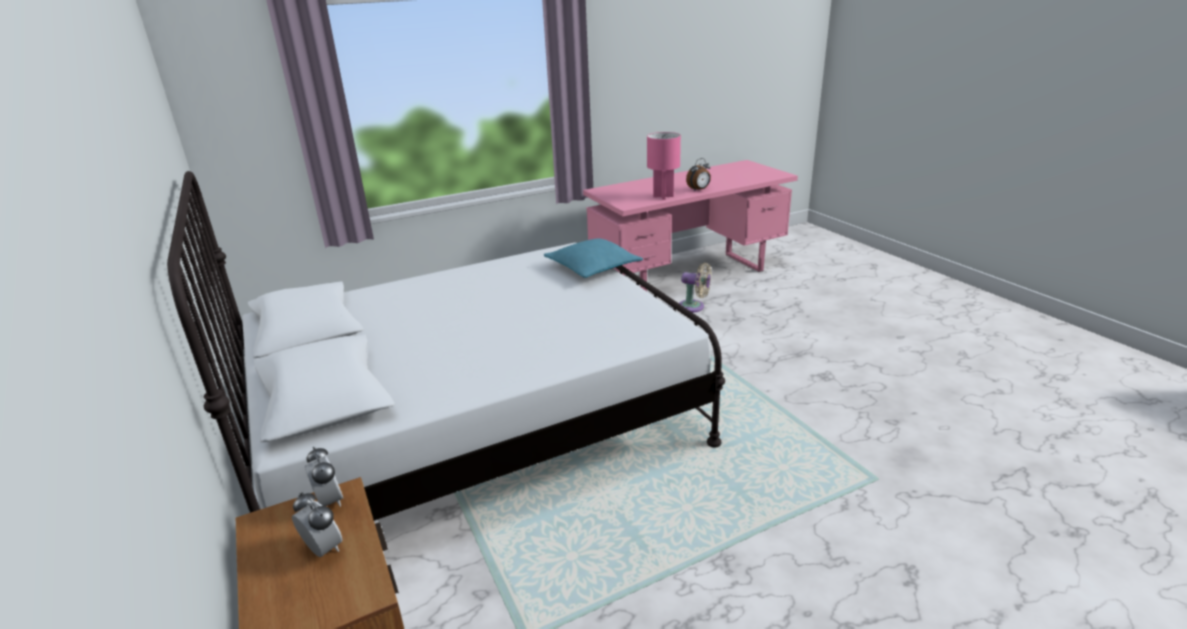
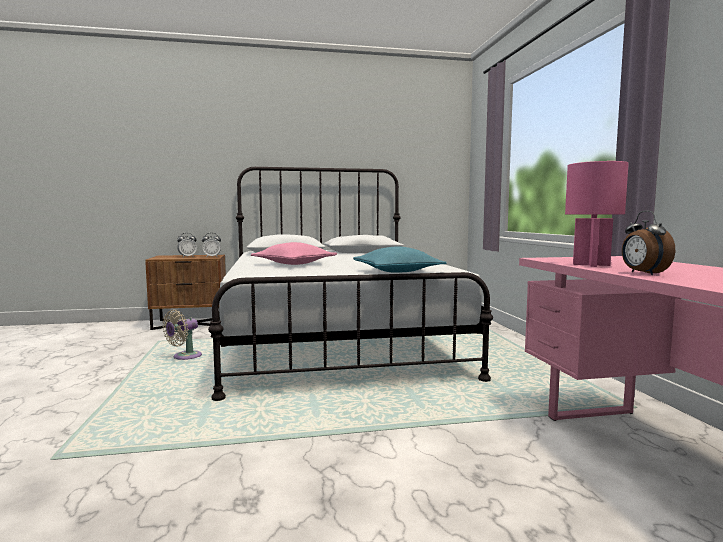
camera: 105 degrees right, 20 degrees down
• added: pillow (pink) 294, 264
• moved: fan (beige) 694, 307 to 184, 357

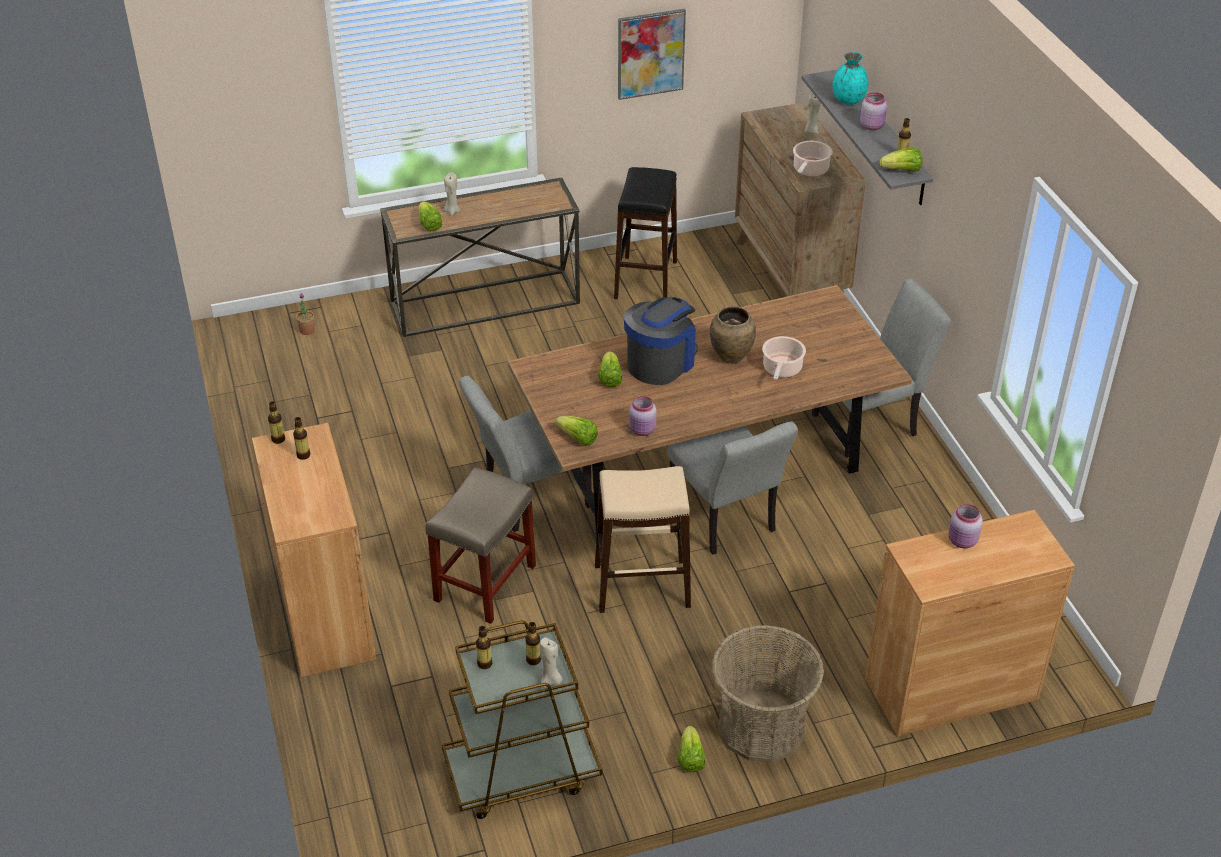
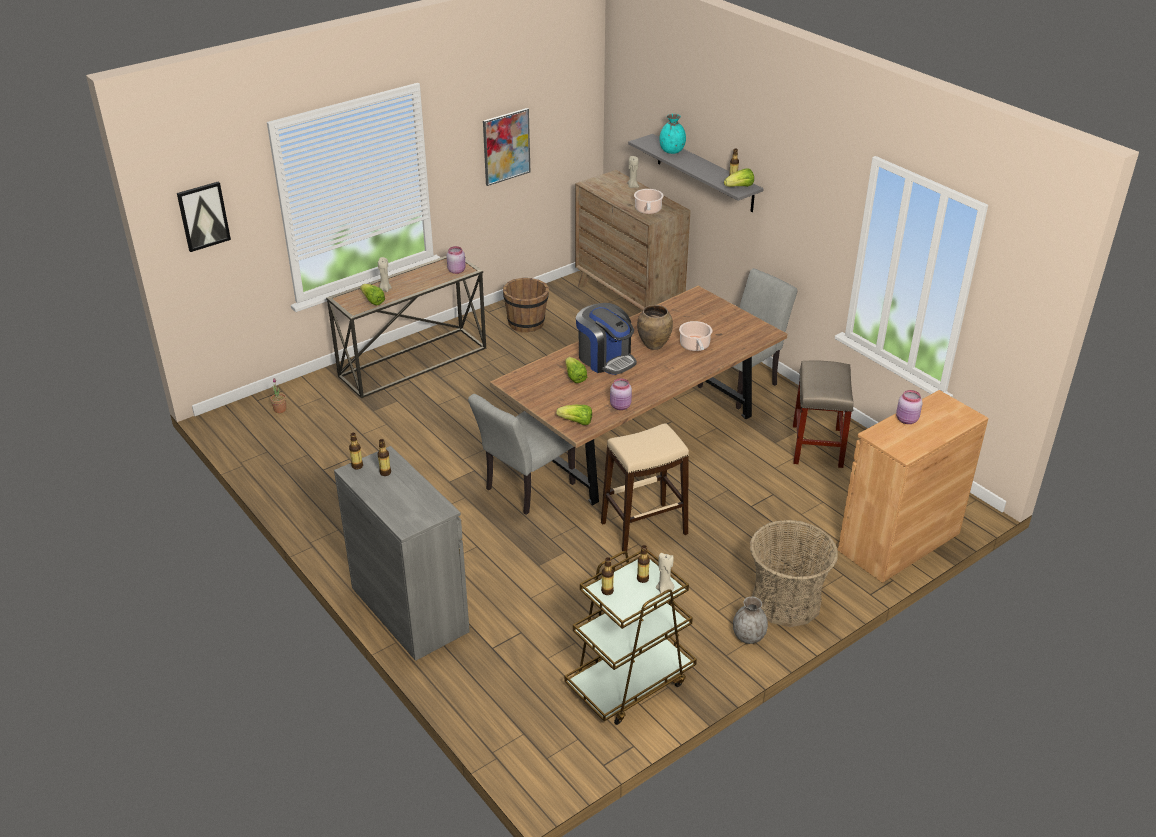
camera: 20 degrees left, 5 degrees down
• removed: chair (grey) 726, 522
• added: picture 203, 216
• moved: stool (beige) 484, 584 to 817, 446
• moved: jar (pink) 872, 126 to 457, 270
• replaced: stool (black) 646, 280 to bucket (brown) 526, 323
• replaced: lettuce 690, 758 to vase (grey) 748, 637
• recoloured: cabinet (brown) 325, 614 to cabinet (grey) 409, 609
• turned: coffee machine 661, 362 = 605, 359 120 degrees clockwise

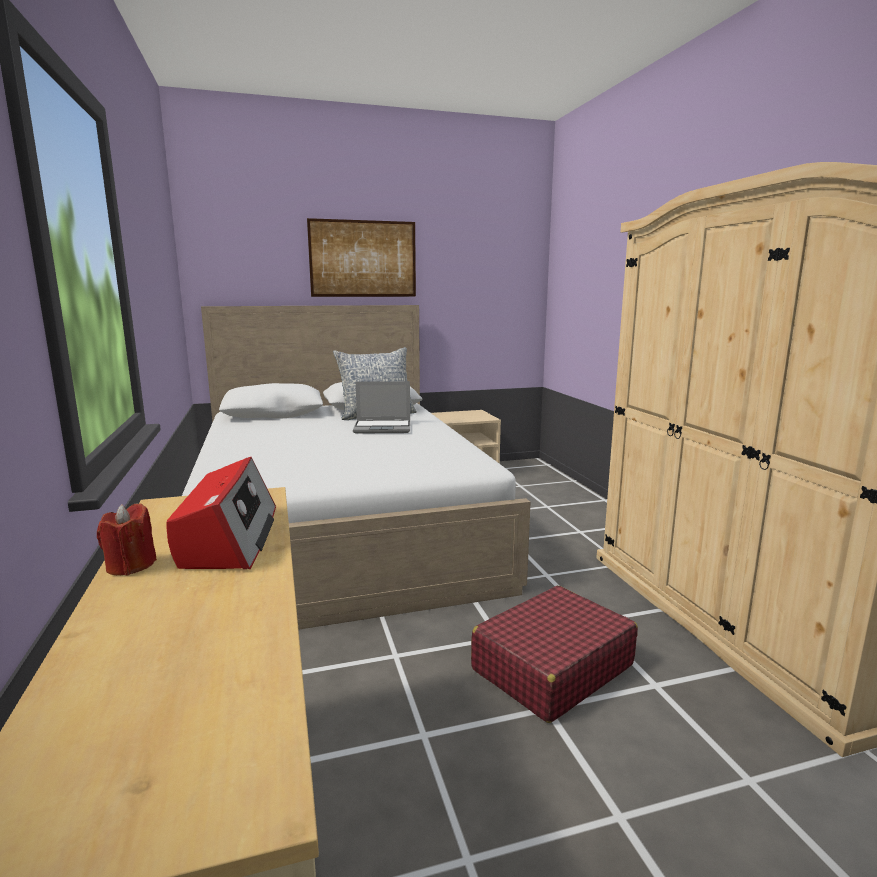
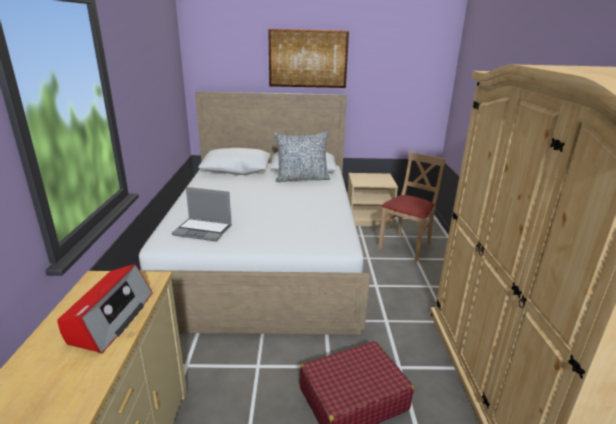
camera: 15 degrees right, 10 degrees up
• removed: candle (red) 131, 565
• added: chair (beige) 406, 247
• moved: laptop 383, 428 to 203, 230

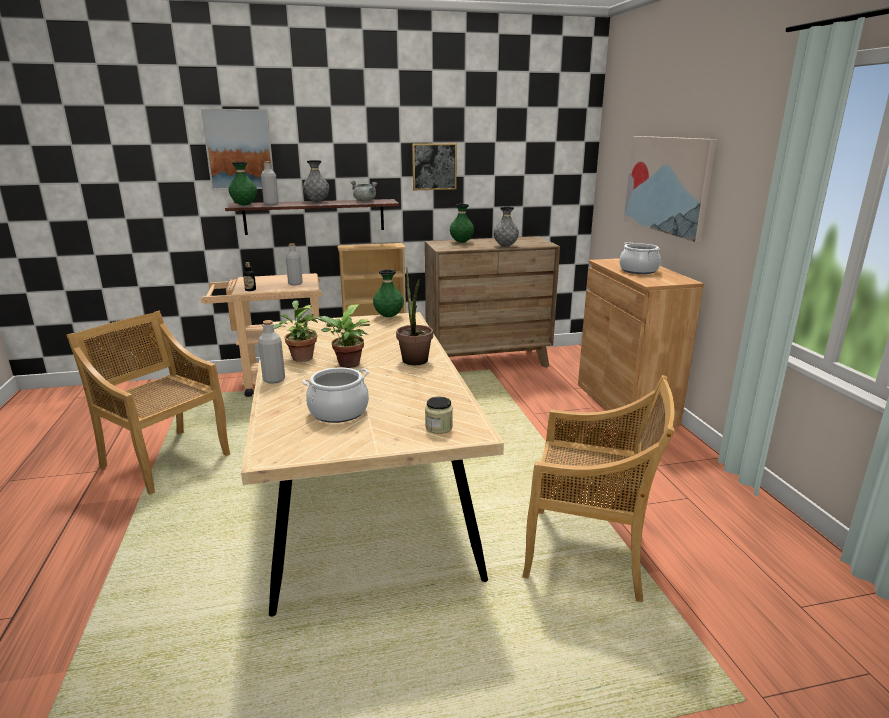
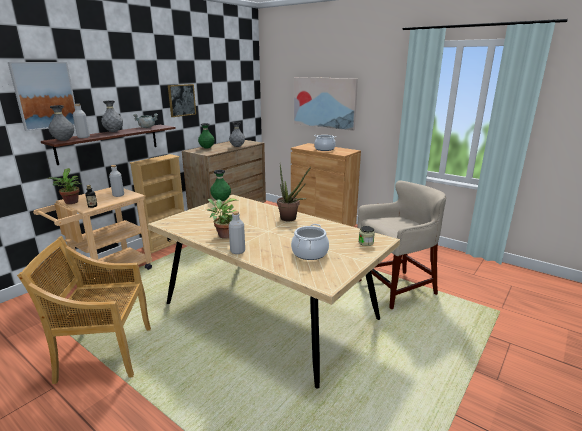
camera: 40 degrees left, 0 degrees up
• moved: potted plant 347, 365 to 71, 203
• replaced: chair (beige) 588, 552 to stool (beige) 396, 288
• recoloured: vase (green) 244, 205 to vase (grey) 64, 140

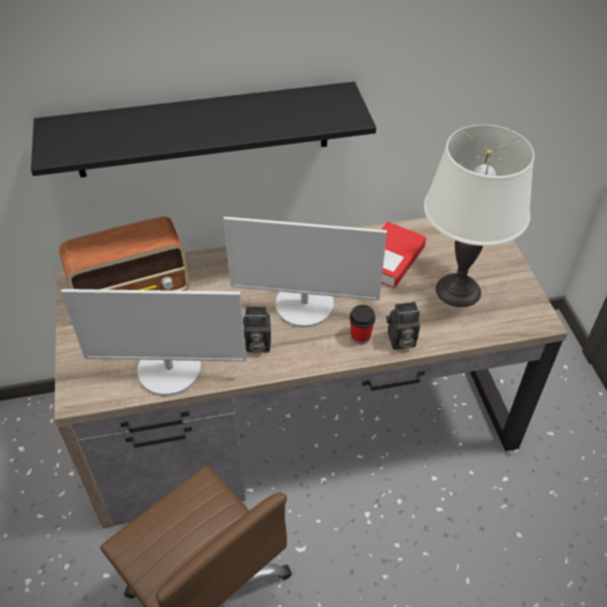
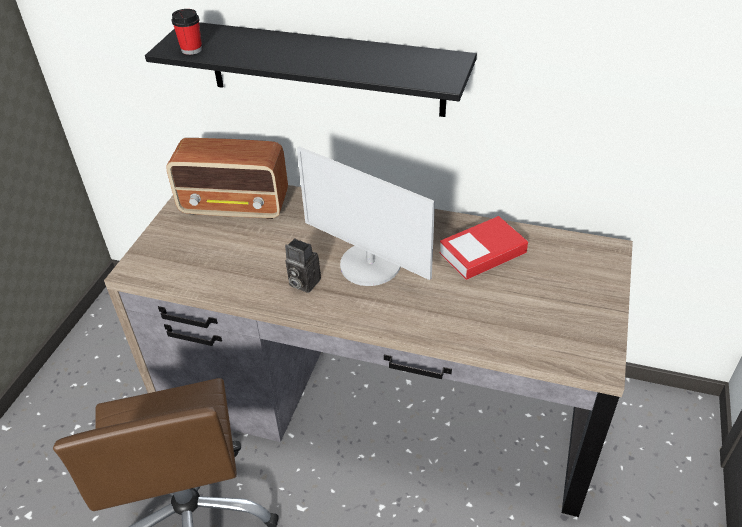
camera: 30 degrees right, 5 degrees down
• removed: monitor 170, 370
• removed: photo camera 400, 341
• removed: table lamp (white) 458, 291
• moved: cup 360, 336 to 191, 49

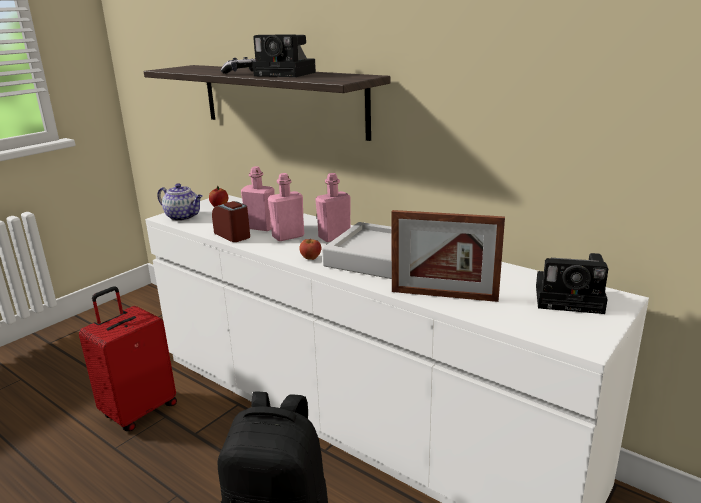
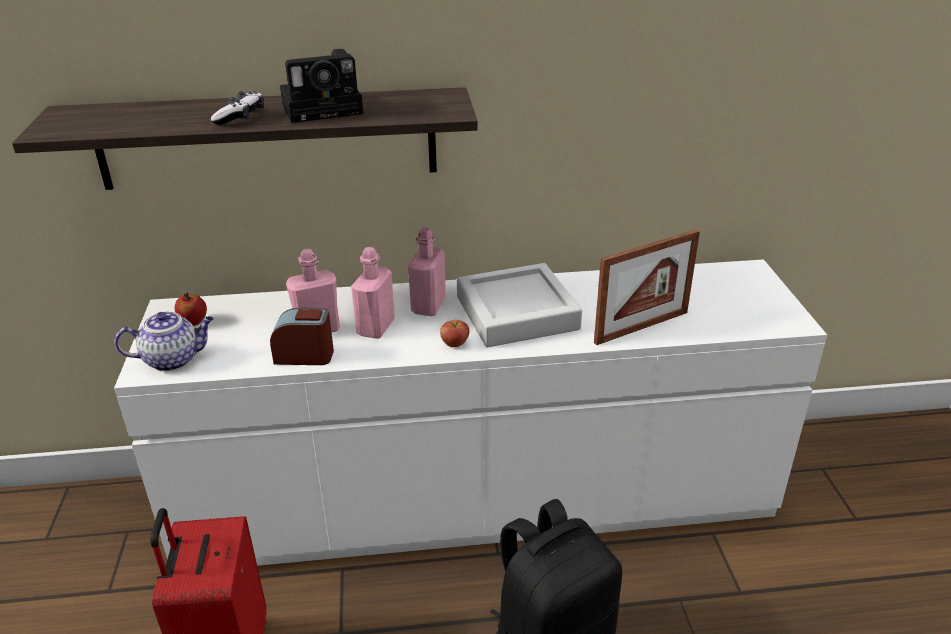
camera: 45 degrees left, 10 degrees up
• removed: photo camera 572, 299

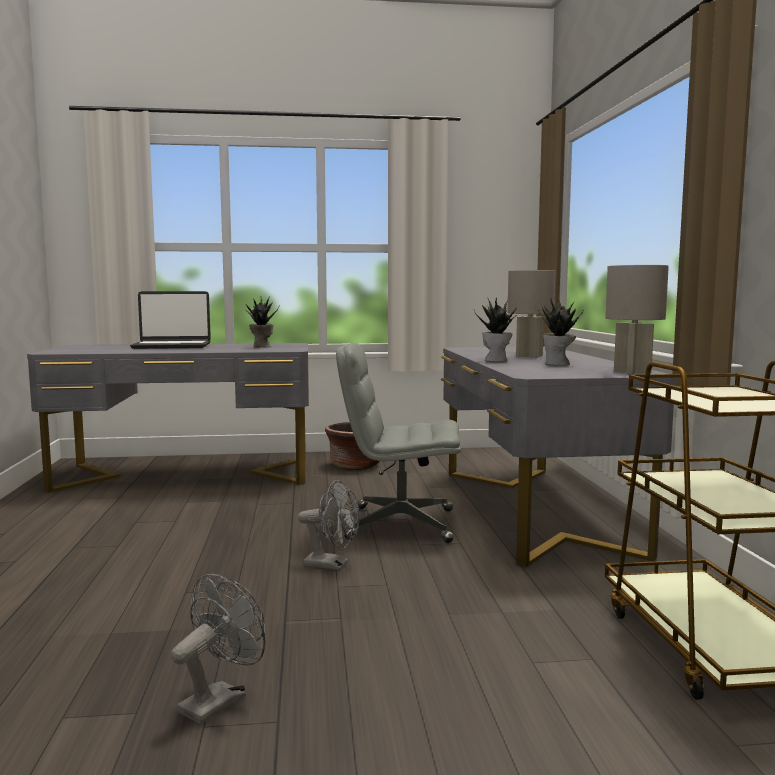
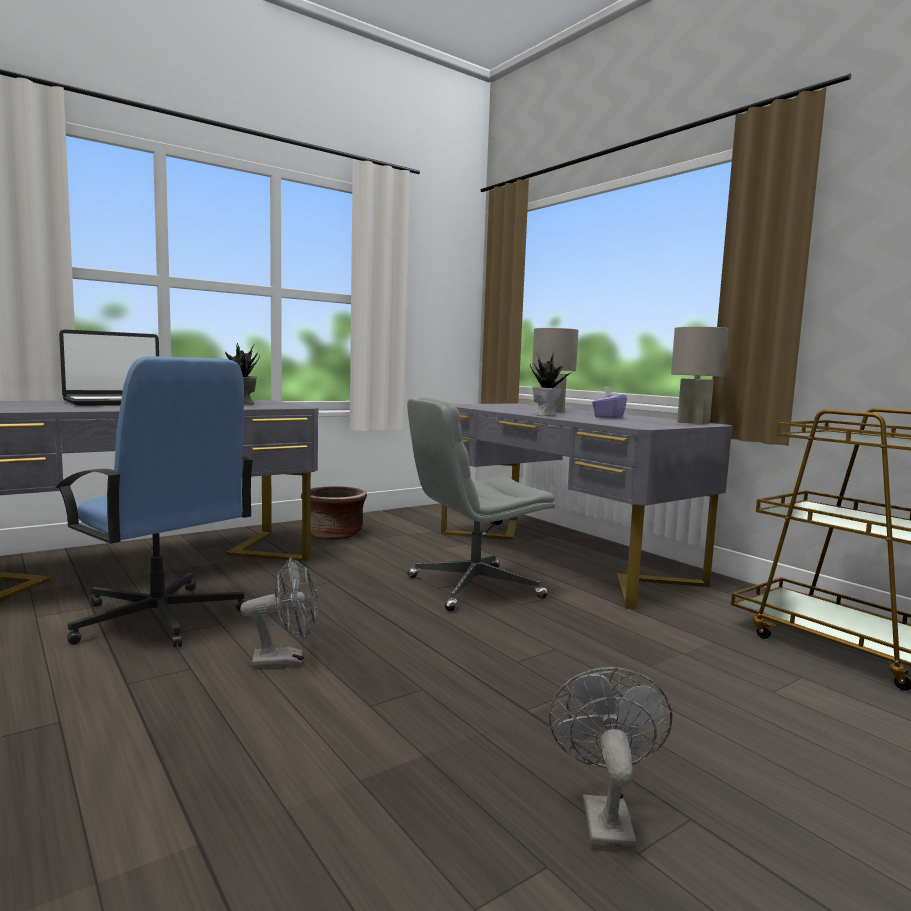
camera: 30 degrees left, 0 degrees up
• added: office chair (blue) 158, 619
• moved: fan (grey) 332, 565 to 287, 660
• replaced: potted plant 558, 364 to tissue box (purple) 608, 417

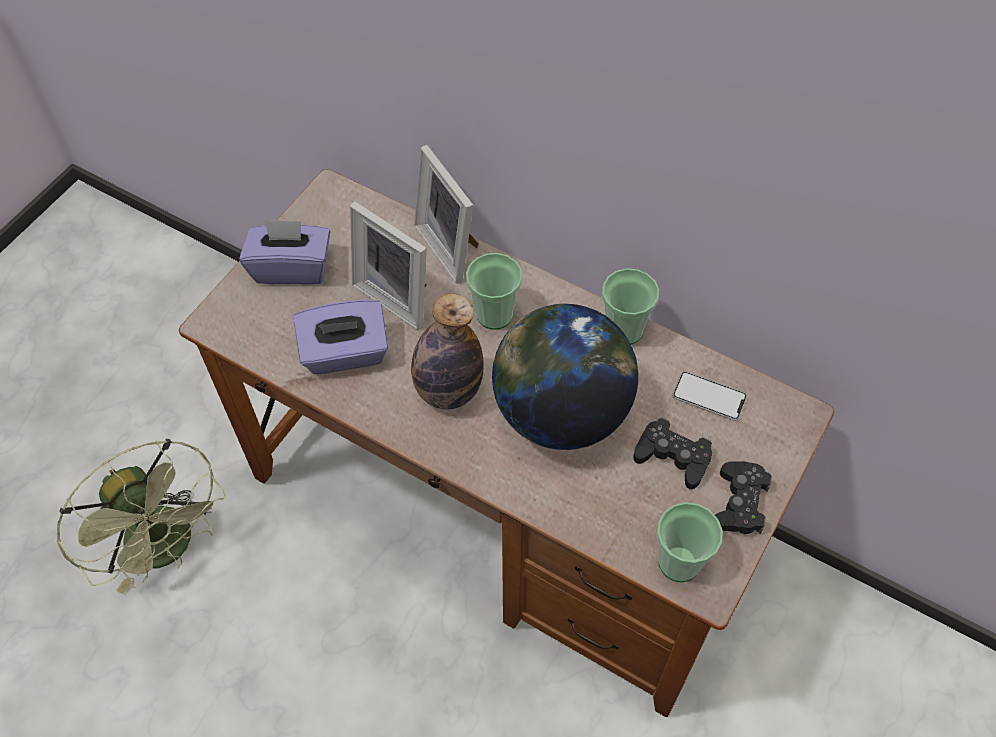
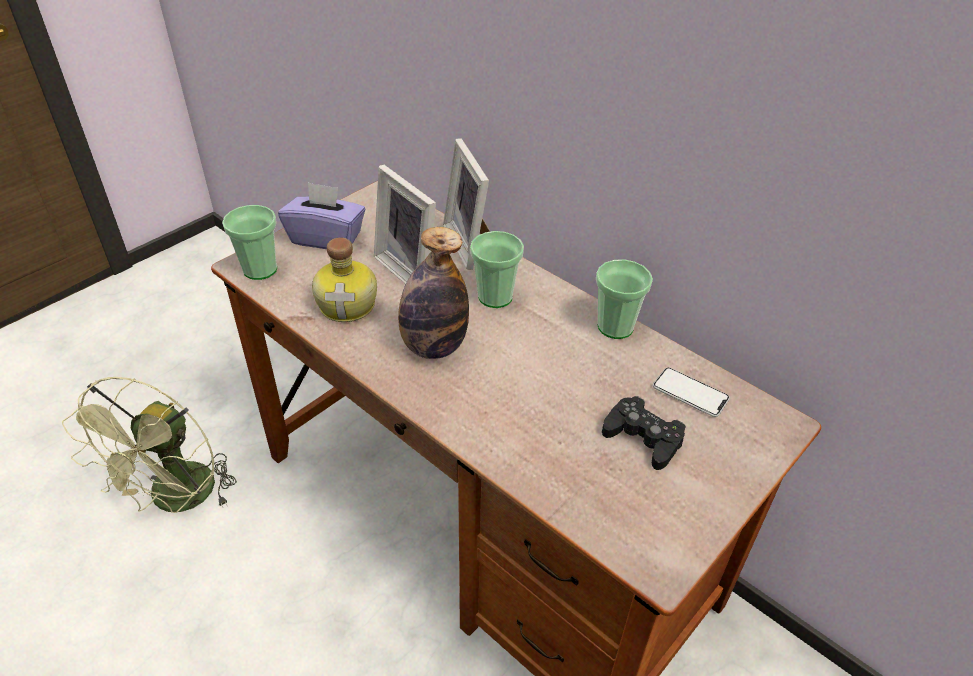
camera: 10 degrees right, 15 degrees down
• removed: globe 561, 413
• removed: game controller (black) 739, 503
• moved: cup 679, 562 to 260, 269
• replaced: tissue box (purple) 345, 354 to bottle 349, 304
• turned: fan (green) 169, 548 = 177, 500 45 degrees clockwise

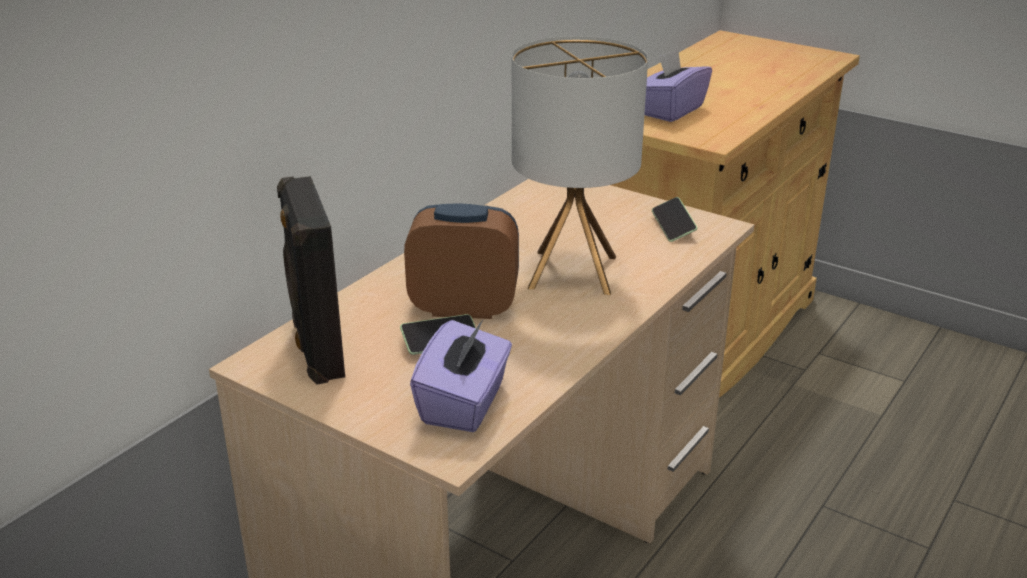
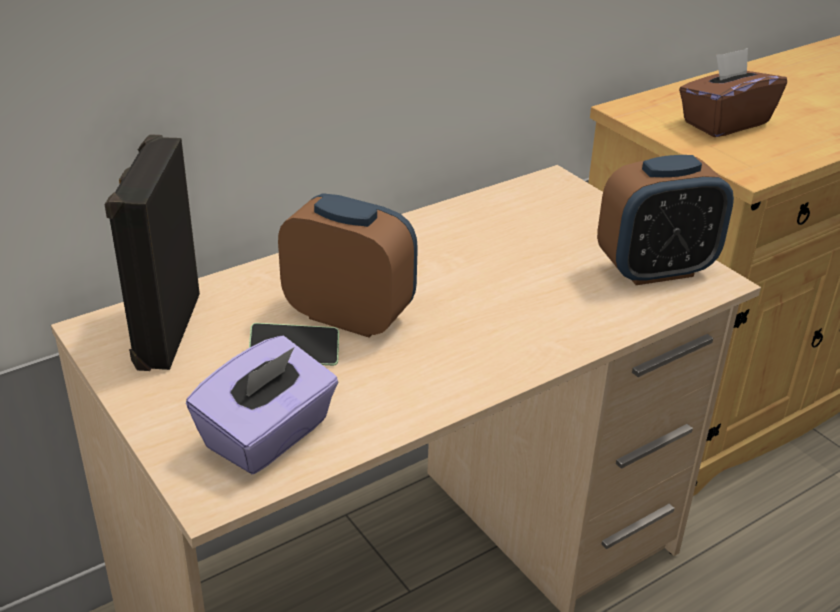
camera: 20 degrees right, 5 degrees up
• removed: table lamp 573, 272
• replaced: phone 673, 227 to alarm clock 655, 270
• recoloured: tissue box (purple) 670, 110 to tissue box (brown) 724, 122

